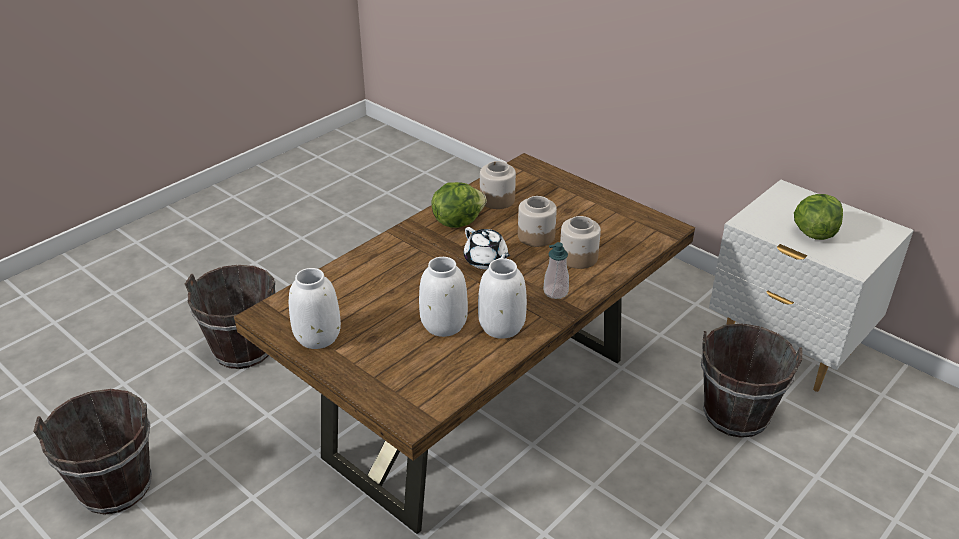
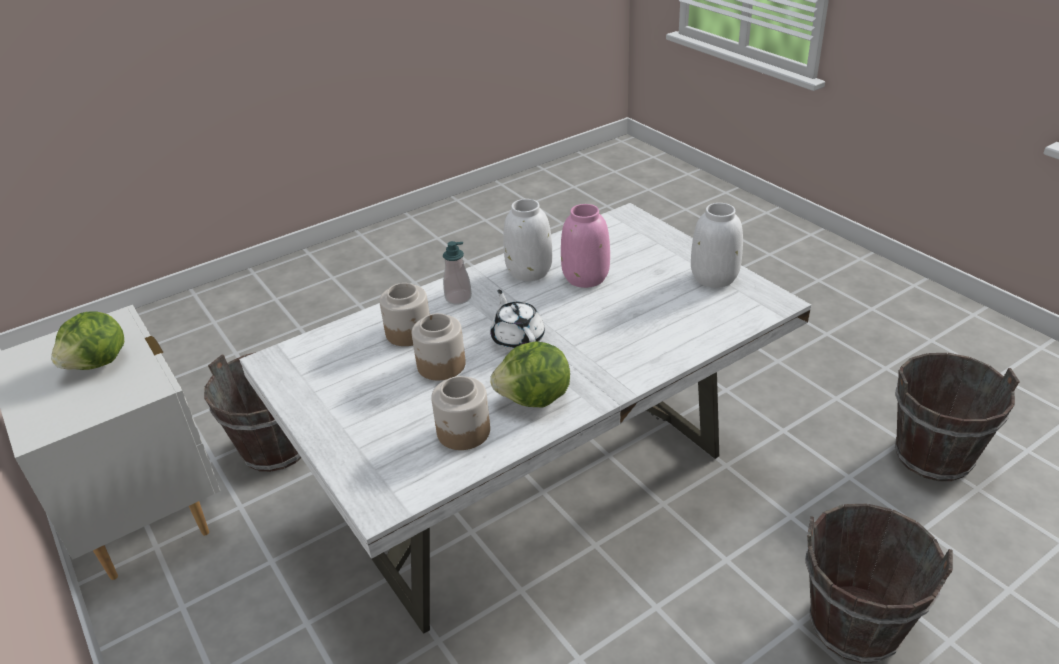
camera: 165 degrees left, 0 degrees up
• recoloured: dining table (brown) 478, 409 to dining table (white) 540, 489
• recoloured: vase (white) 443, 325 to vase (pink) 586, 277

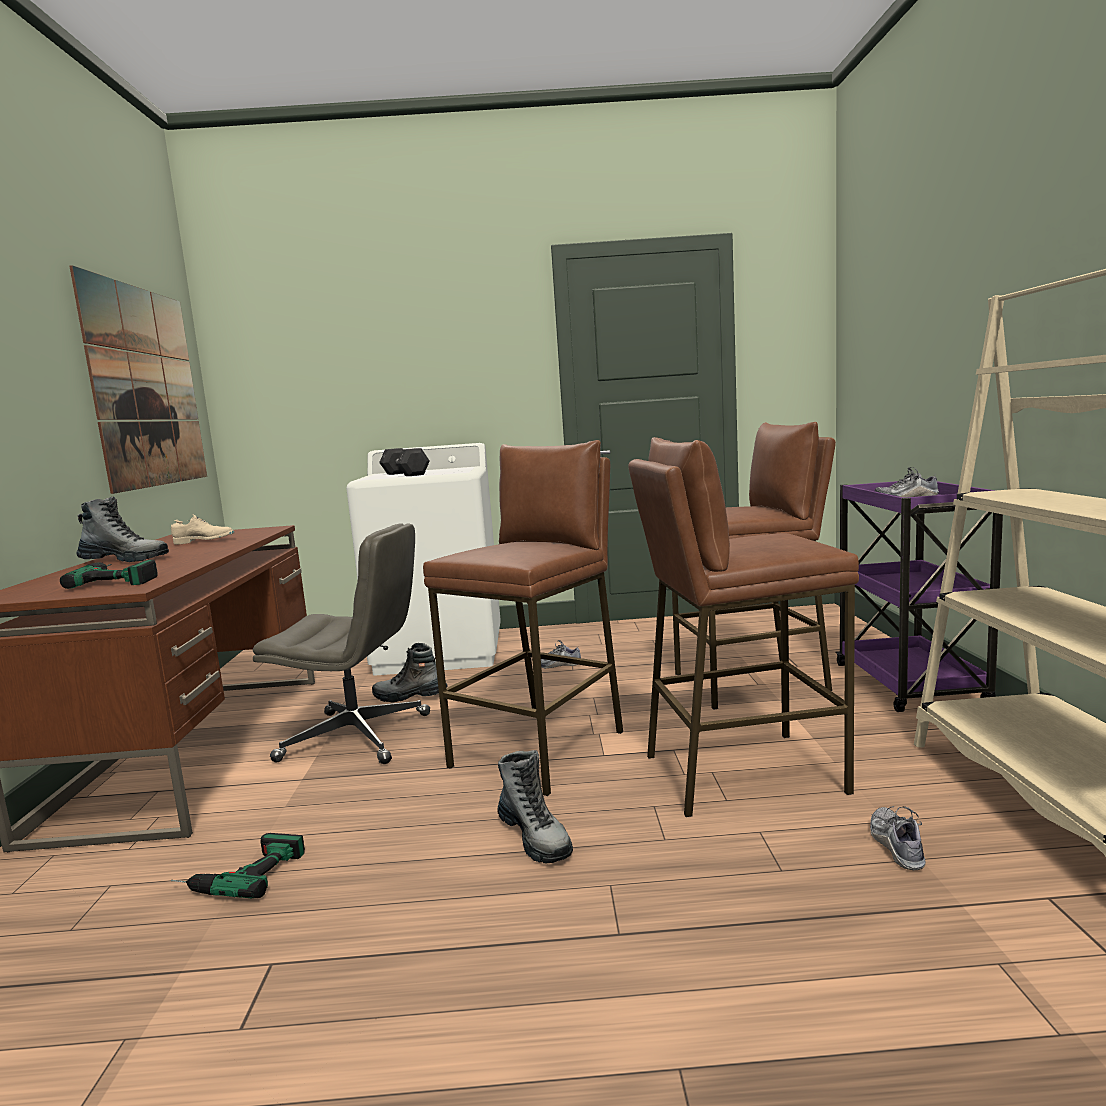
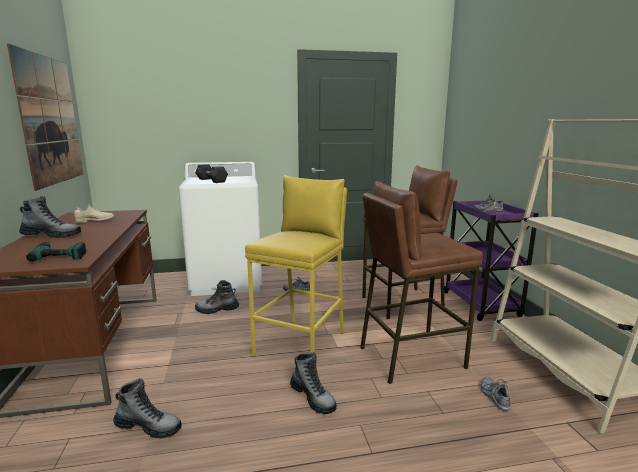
camera: 10 degrees left, 5 degrees up
• removed: office chair (grey) 358, 737
• replaced: power drill 238, 873 to boot 148, 427
• recoloured: stool (brown) 540, 749 to stool (yellow) 301, 344

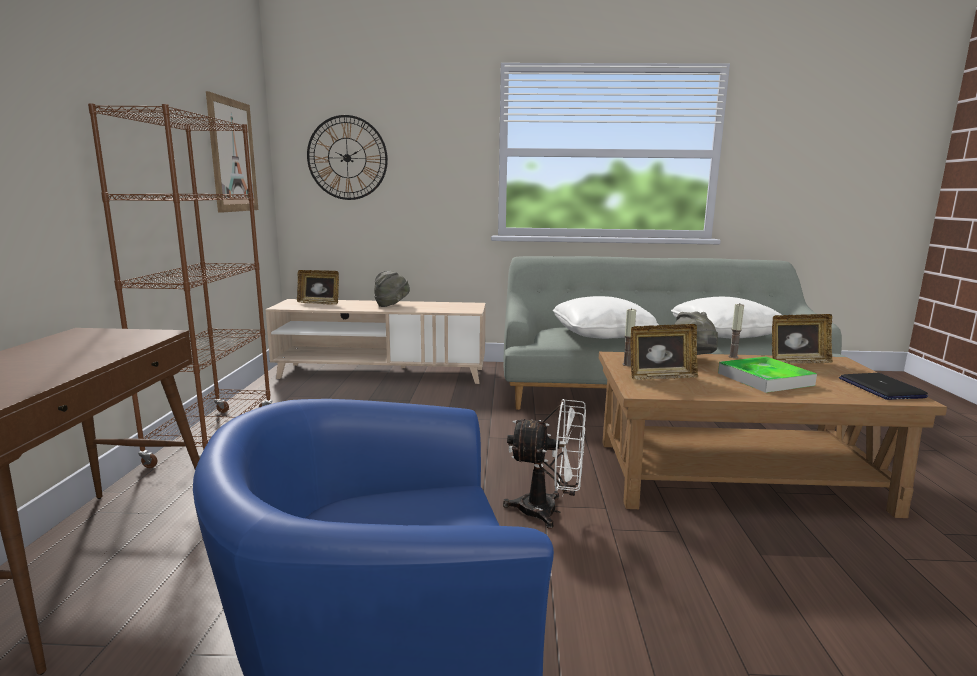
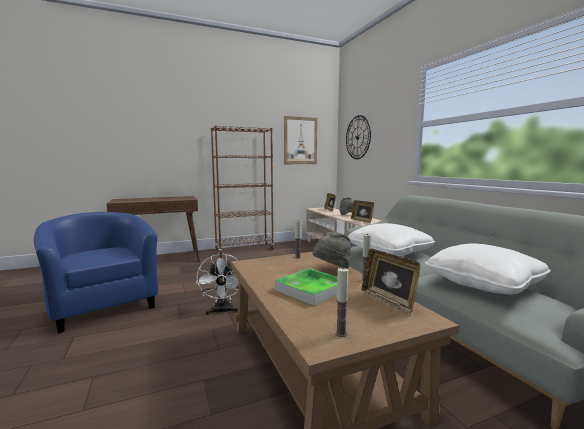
camera: 65 degrees right, 5 degrees down
• moved: picture frame 661, 377 to 362, 221
• replaced: laptop 880, 388 to candle 341, 333

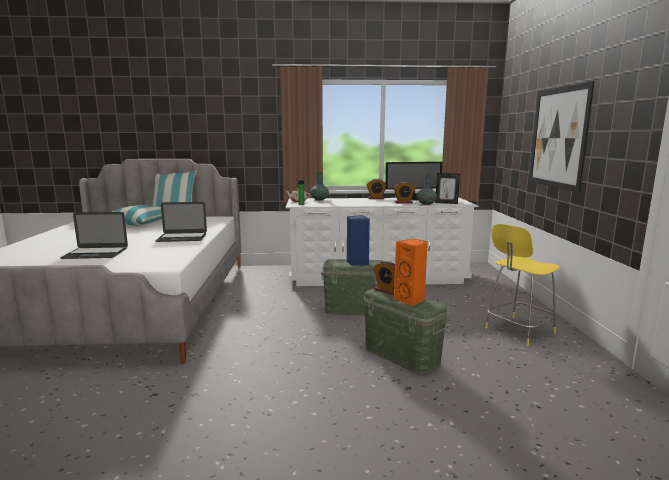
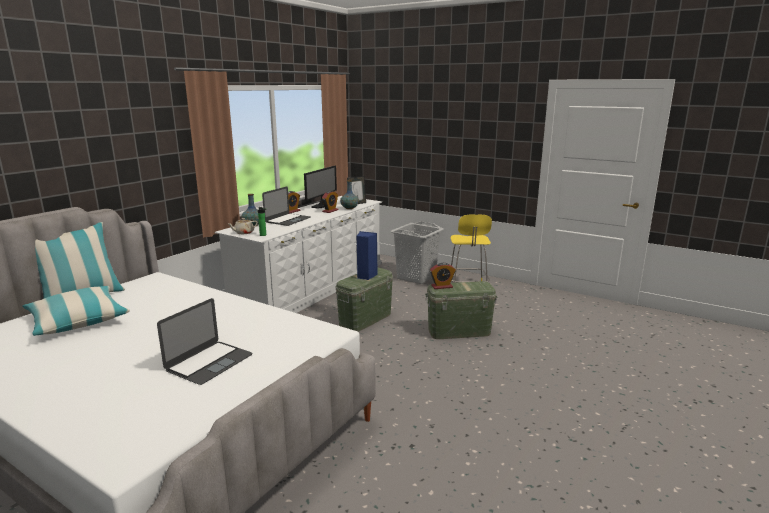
camera: 55 degrees left, 5 degrees up
• removed: speaker (orange) 410, 300
• removed: picture 558, 137
• added: laundry basket (grey) 416, 277
• moved: laptop 182, 237 to 288, 220

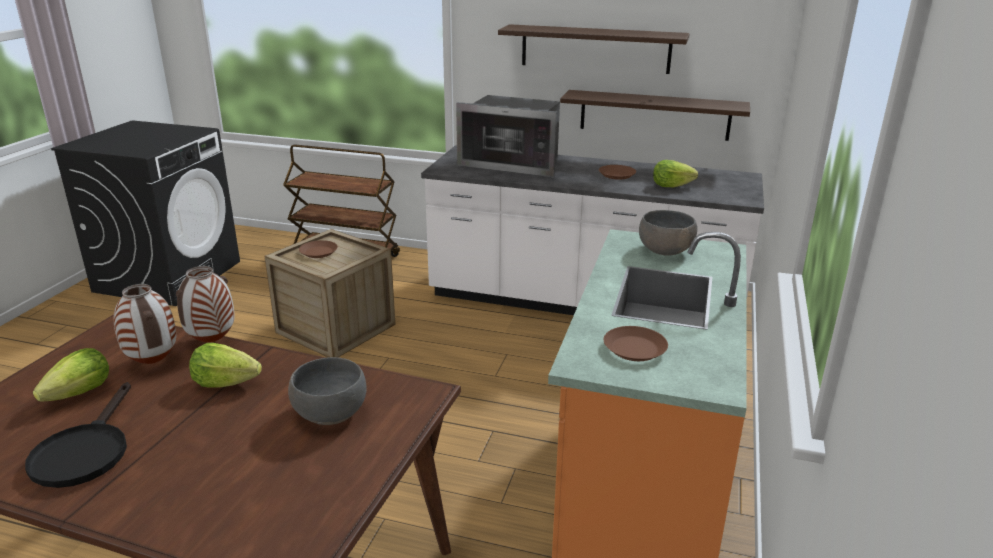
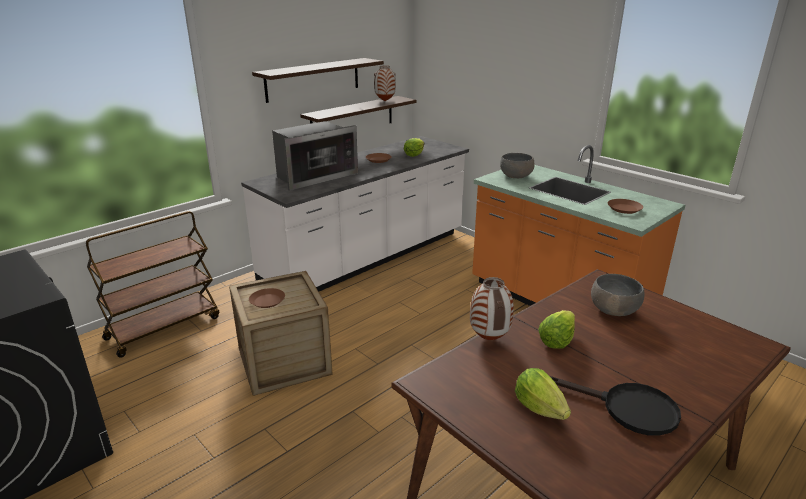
camera: 60 degrees left, 0 degrees up
• moved: vase 154, 363 to 385, 101

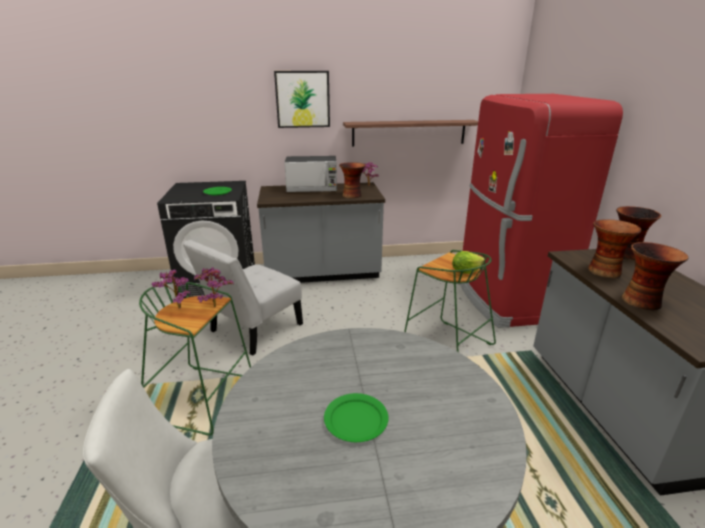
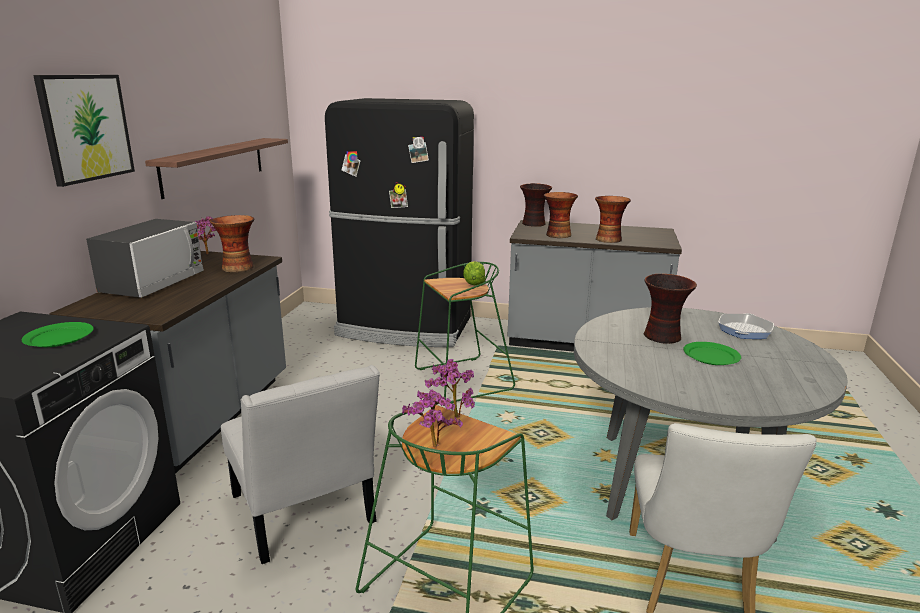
camera: 70 degrees left, 5 degrees down
• added: vase 663, 337
• added: frying pan 744, 330
• recoloured: fridge (red) 505, 298 to fridge (black) 405, 328

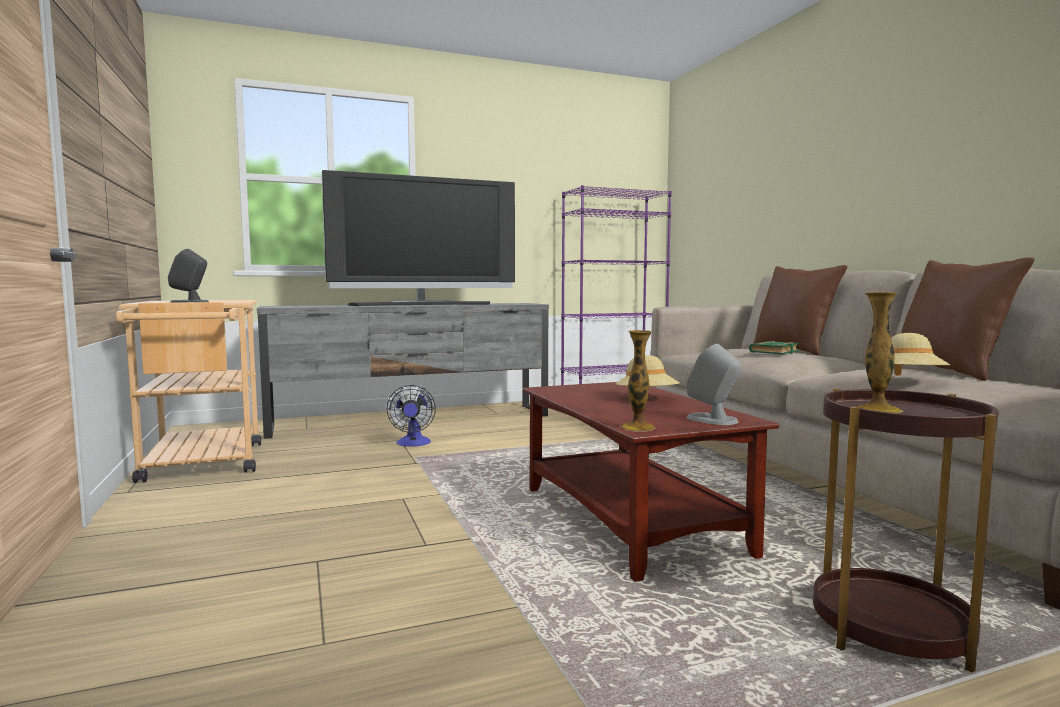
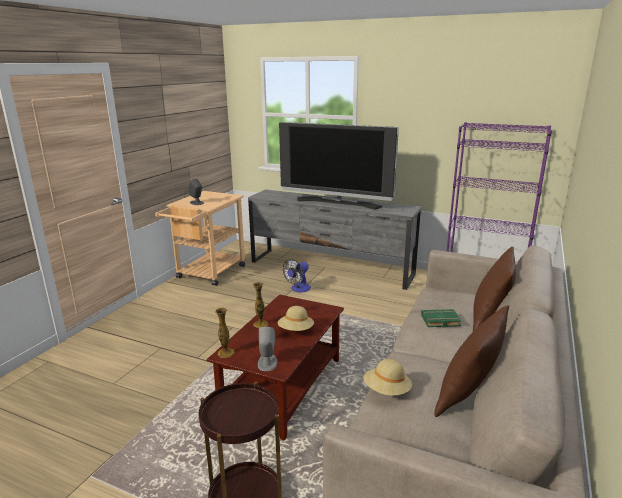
camera: 45 degrees right, 15 degrees up
• moved: vase 878, 410 to 260, 324

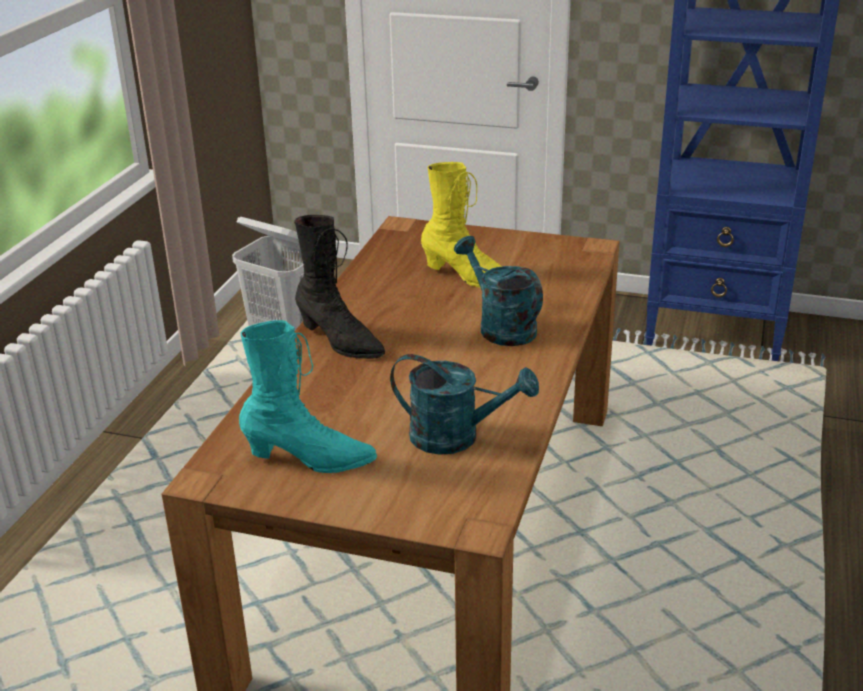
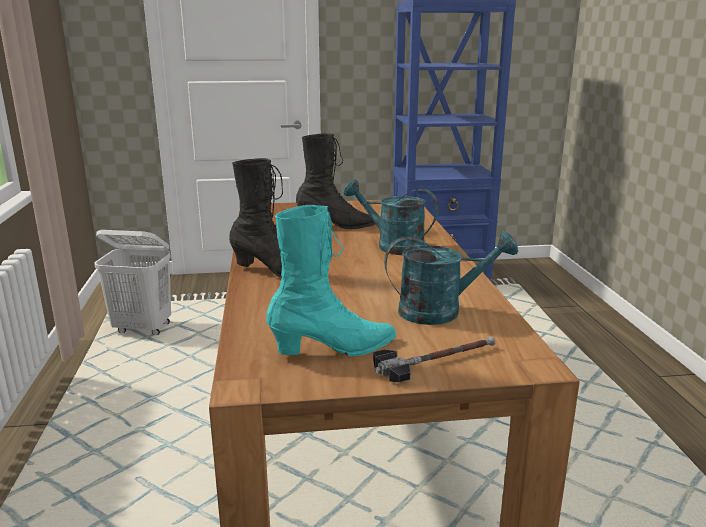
camera: 25 degrees left, 10 degrees down
• added: hammer 436, 361
• recoloured: boot (yellow) 468, 277 to boot (black) 337, 225

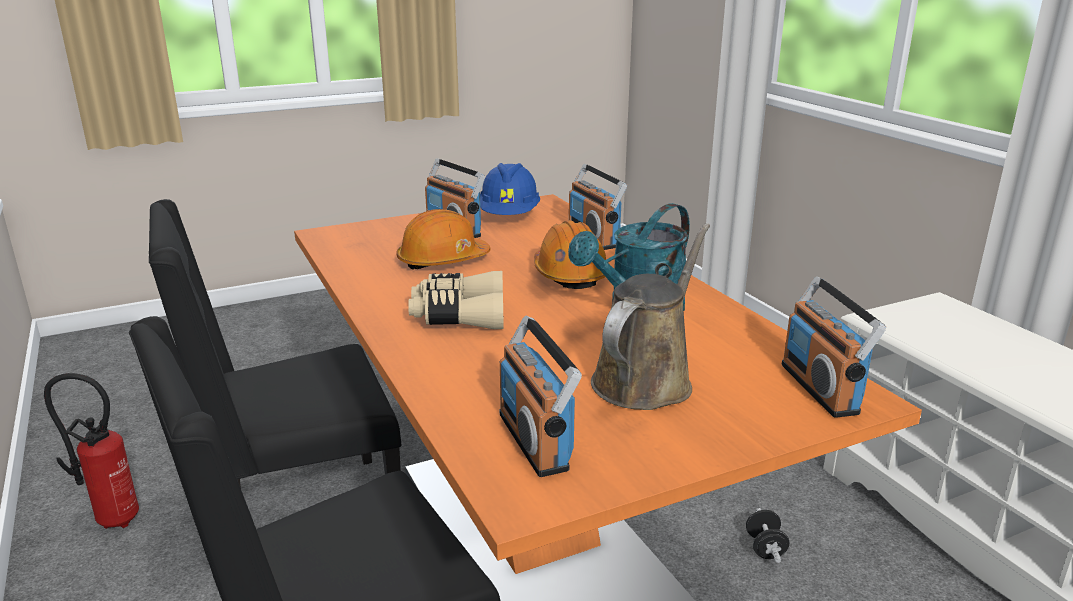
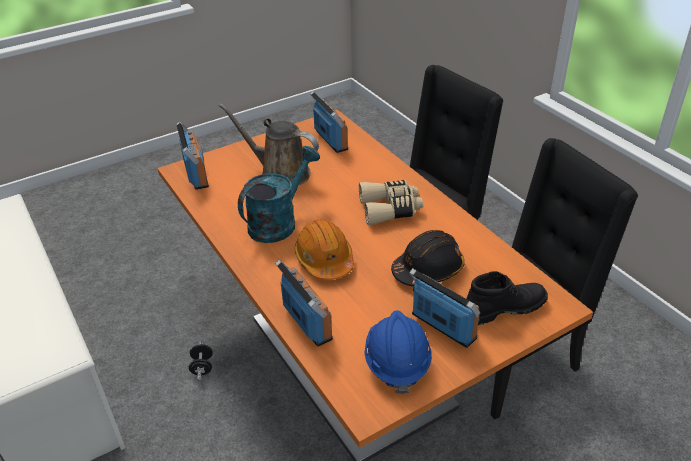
camera: 175 degrees right, 15 degrees up
• removed: fire extinguisher 113, 519
• added: boot (black) 504, 308
• recoloured: hard hat (orange) 442, 261 to hard hat (black) 428, 270
• turned: watering can (brown) 646, 379 = 280, 172 90 degrees clockwise

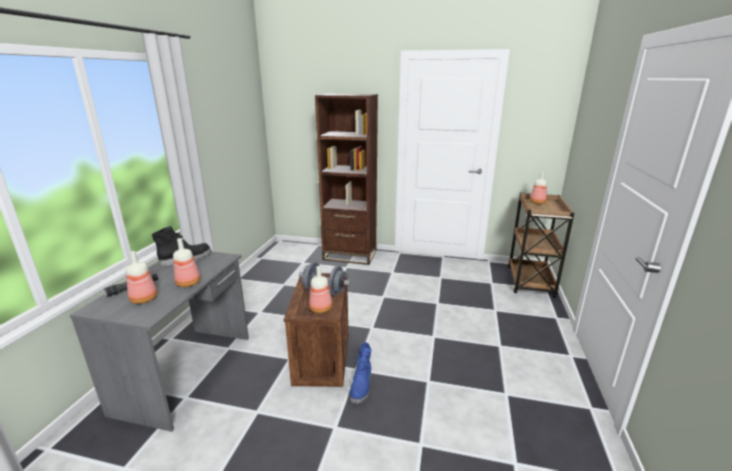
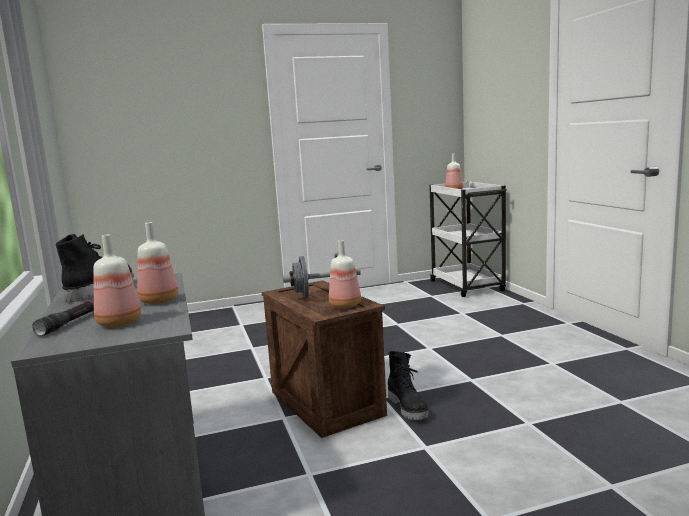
camera: 30 degrees left, 10 degrees down
• removed: bookcase (brown) 349, 255
• recoloured: boot (blue) 362, 387 to boot (black) 408, 408
• recoloured: cart (brown) 530, 282 to cart (white) 467, 286

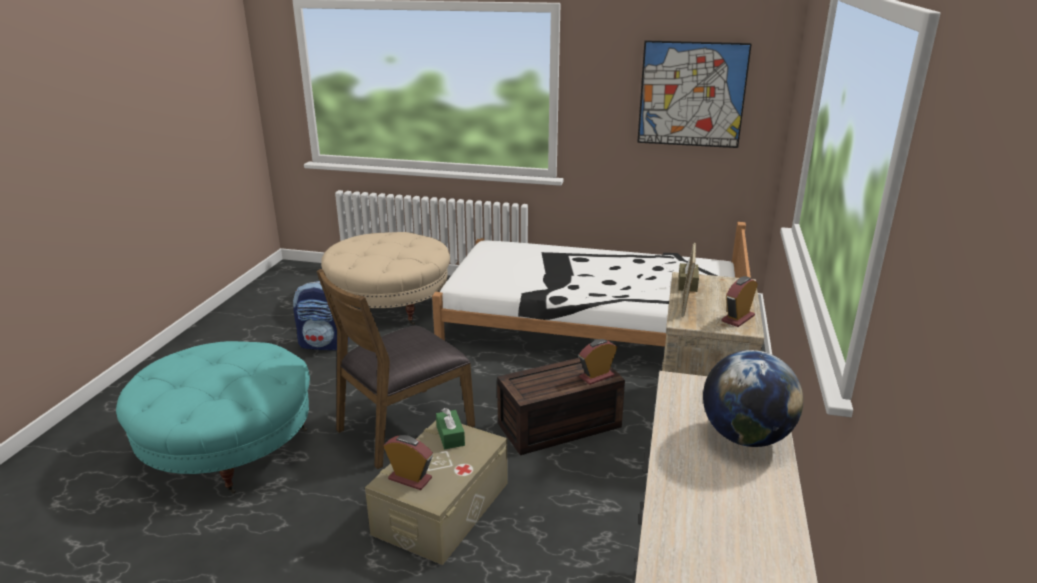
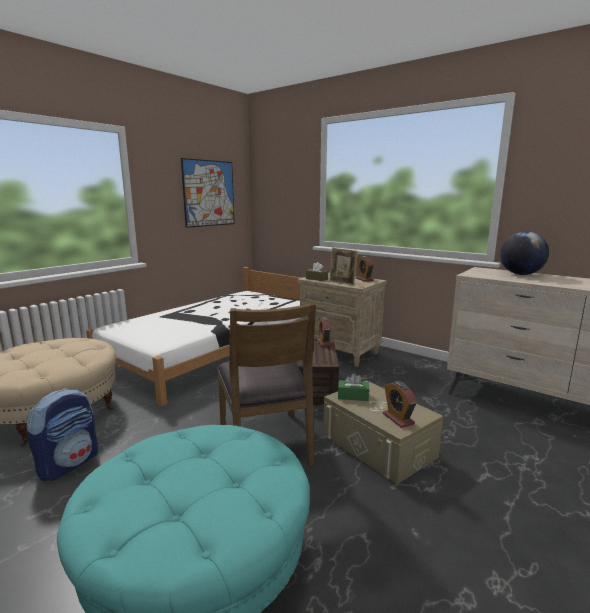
camera: 65 degrees left, 10 degrees down
• turned: alarm clock 410, 479 = 398, 419 75 degrees counterclockwise

